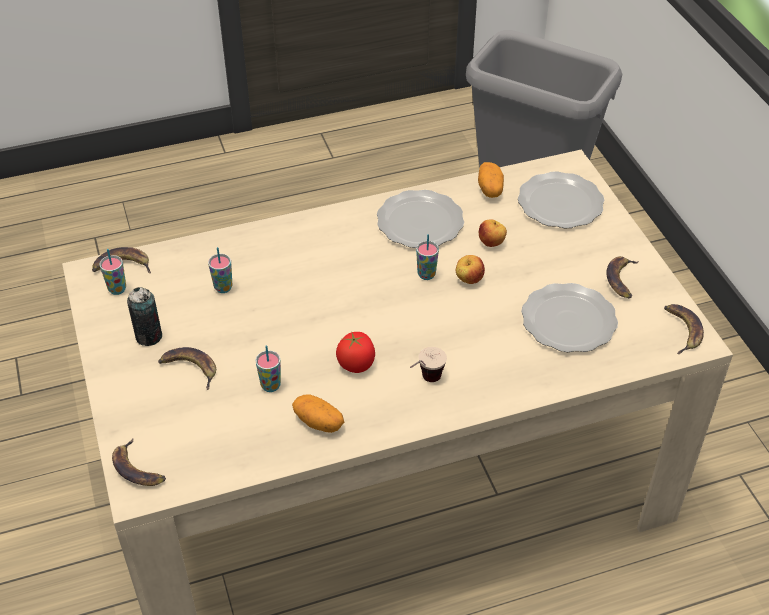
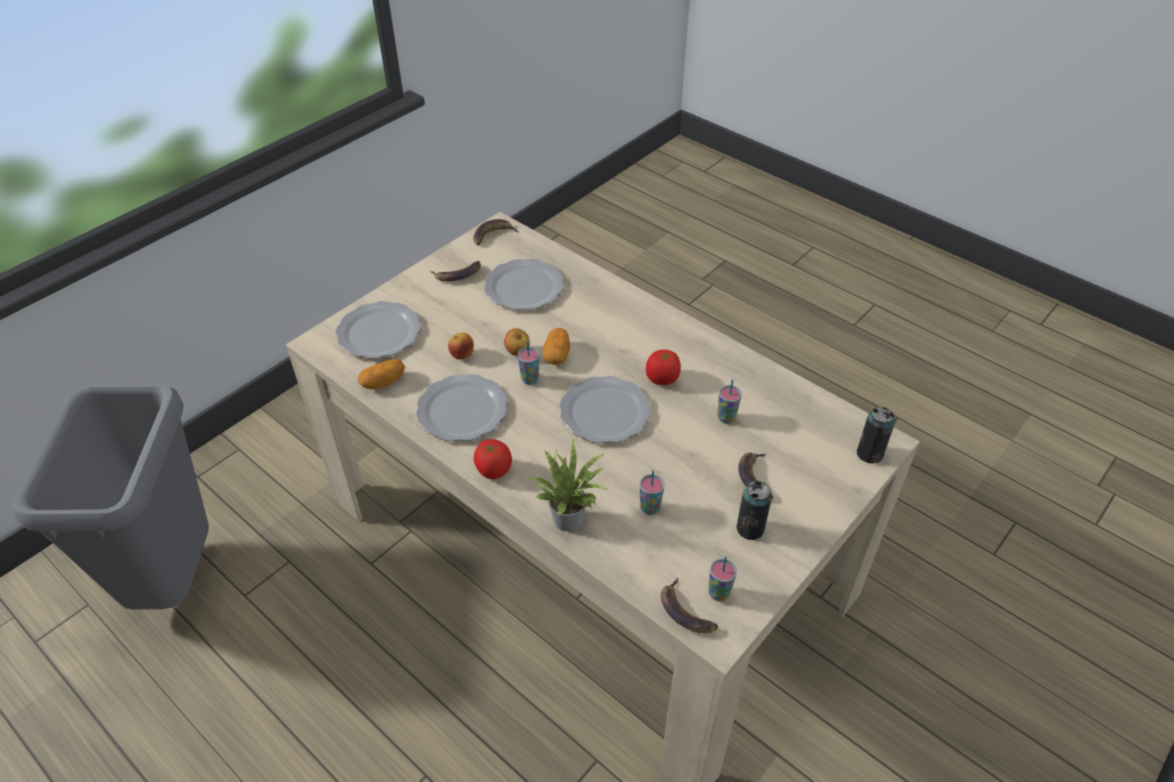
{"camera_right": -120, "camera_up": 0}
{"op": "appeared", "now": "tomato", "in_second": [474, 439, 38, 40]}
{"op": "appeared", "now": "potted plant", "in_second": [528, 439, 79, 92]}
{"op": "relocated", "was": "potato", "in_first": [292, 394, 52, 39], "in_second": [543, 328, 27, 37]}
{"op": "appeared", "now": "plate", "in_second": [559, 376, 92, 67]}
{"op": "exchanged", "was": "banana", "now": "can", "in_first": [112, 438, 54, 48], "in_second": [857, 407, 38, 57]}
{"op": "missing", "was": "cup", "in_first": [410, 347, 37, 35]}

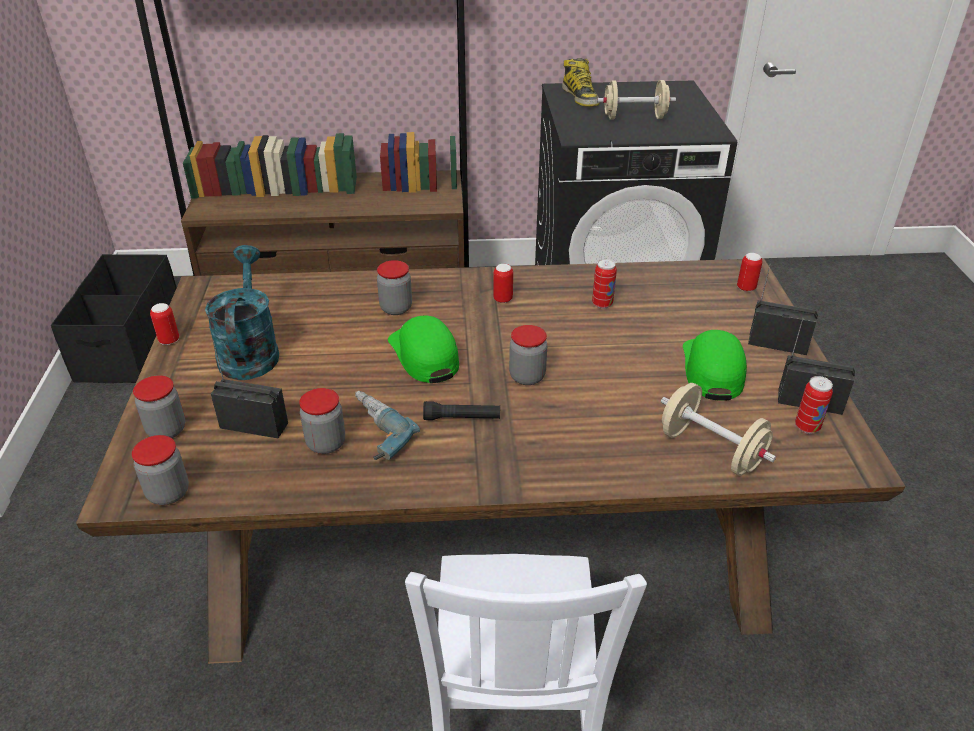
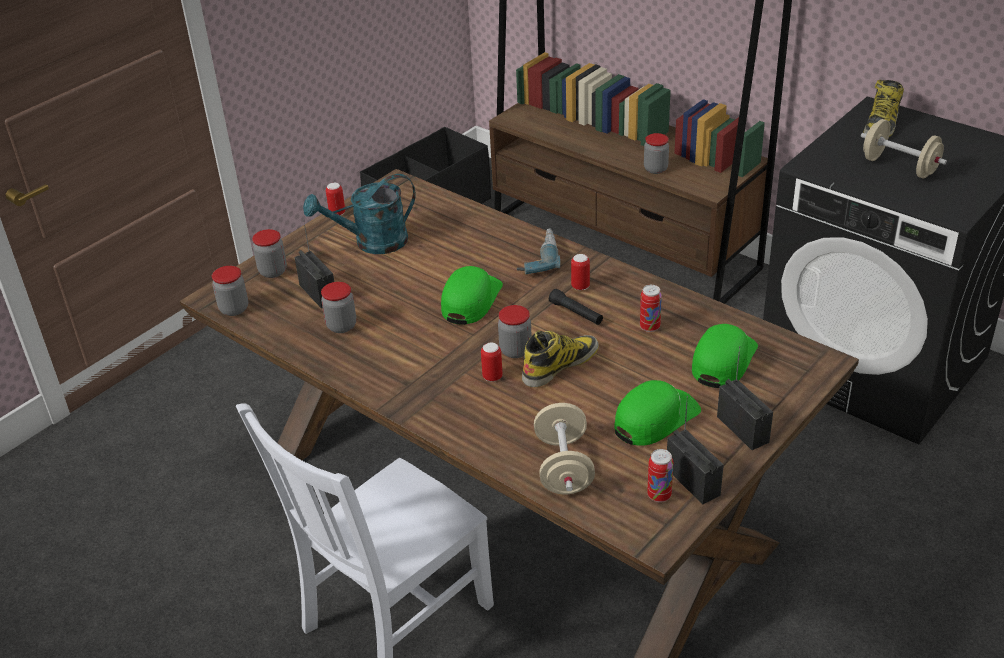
{"camera_right": 45, "camera_up": 0}
{"op": "spun", "was": "turquoise watering can", "in_first": [205, 245, 74, 135], "in_second": [303, 174, 113, 80], "clockwise": -150}
{"op": "relocated", "was": "can", "in_first": [737, 253, 25, 39], "in_second": [481, 343, 22, 39]}
{"op": "relocated", "was": "power drill", "in_first": [355, 391, 65, 69], "in_second": [517, 228, 43, 46]}
{"op": "appeared", "now": "boot", "in_second": [522, 330, 77, 57]}
{"op": "relocated", "was": "black flashlight", "in_first": [423, 401, 77, 19], "in_second": [549, 289, 54, 36]}
{"op": "relocated", "was": "jar", "in_first": [377, 260, 35, 55], "in_second": [644, 133, 25, 41]}
{"op": "appeared", "now": "green cap", "in_second": [692, 324, 66, 64]}

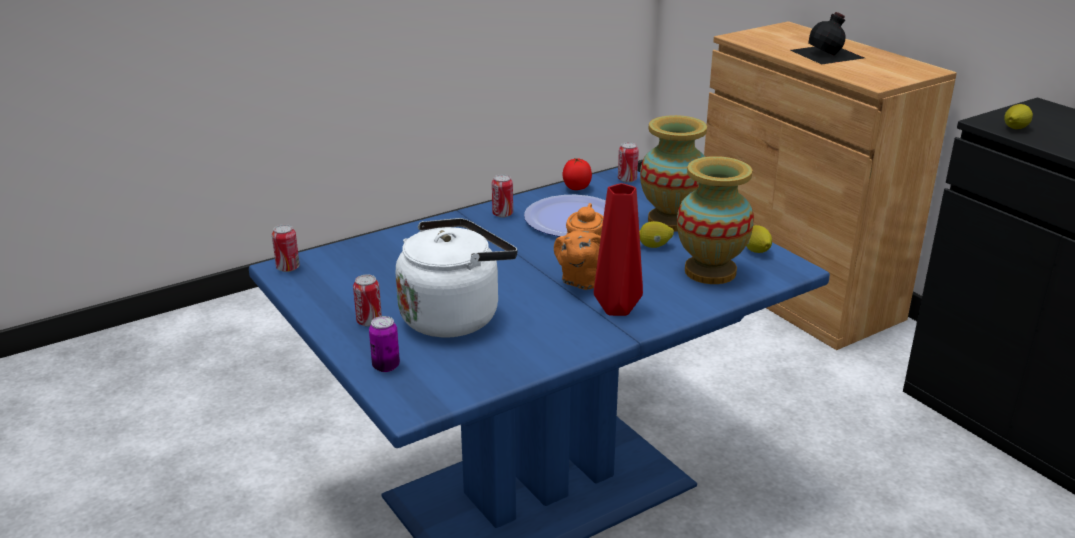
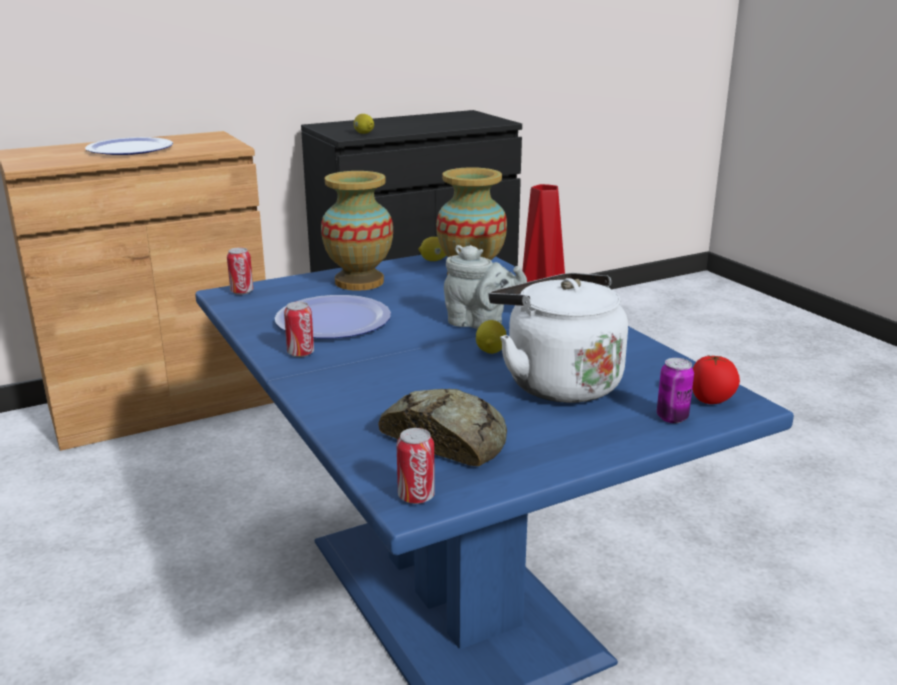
{"camera_right": -85, "camera_up": -5}
{"op": "exchanged", "was": "black bottle", "now": "plate", "in_first": [790, 12, 74, 52], "in_second": [85, 137, 88, 18]}
{"op": "appeared", "now": "bread", "in_second": [378, 389, 129, 77]}
{"op": "colour", "was": "orange teapot", "now": "grey teapot", "in_first": [554, 203, 50, 87], "in_second": [444, 245, 83, 84]}
{"op": "relocated", "was": "lemon", "in_first": [639, 221, 35, 27], "in_second": [476, 320, 31, 34]}
{"op": "relocated", "was": "tomato", "in_first": [562, 158, 30, 32], "in_second": [692, 355, 48, 49]}
{"op": "missing", "was": "can", "in_first": [353, 275, 29, 52]}

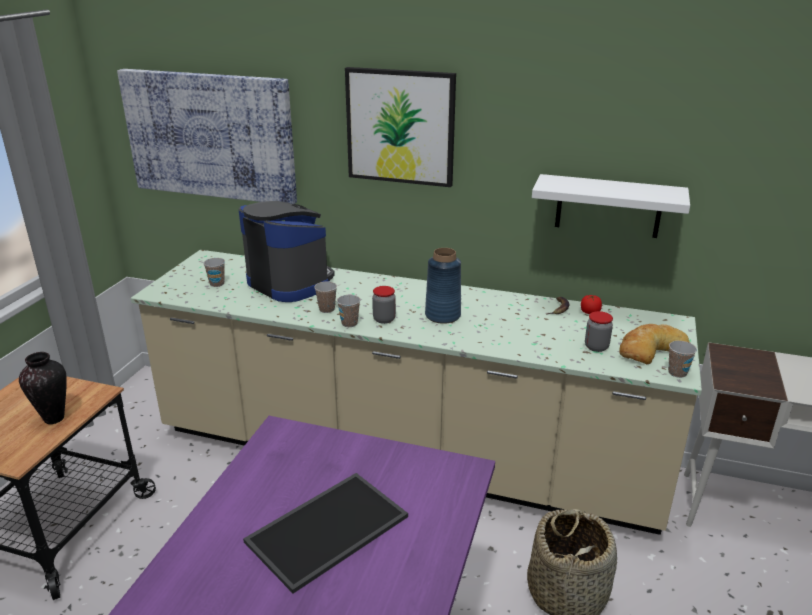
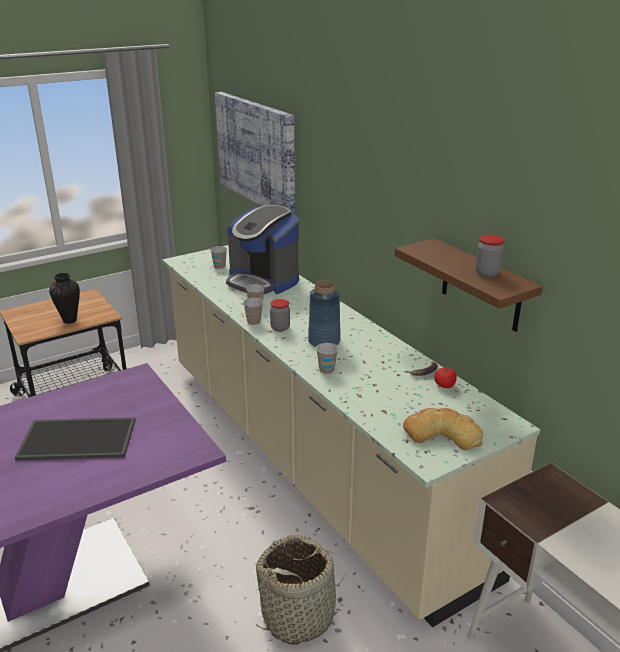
{"camera_right": 40, "camera_up": 0}
{"op": "spun", "was": "coffee machine", "in_first": [239, 201, 96, 101], "in_second": [226, 205, 73, 89], "clockwise": 135}
{"op": "relocated", "was": "cup", "in_first": [668, 341, 29, 37], "in_second": [316, 343, 22, 31]}
{"op": "colour", "was": "white shelf", "now": "brown shelf", "in_first": [532, 174, 158, 64], "in_second": [395, 238, 148, 94]}
{"op": "relocated", "was": "jar", "in_first": [585, 311, 28, 41], "in_second": [476, 235, 29, 42]}
{"op": "missing", "was": "picture", "in_first": [345, 67, 111, 120]}

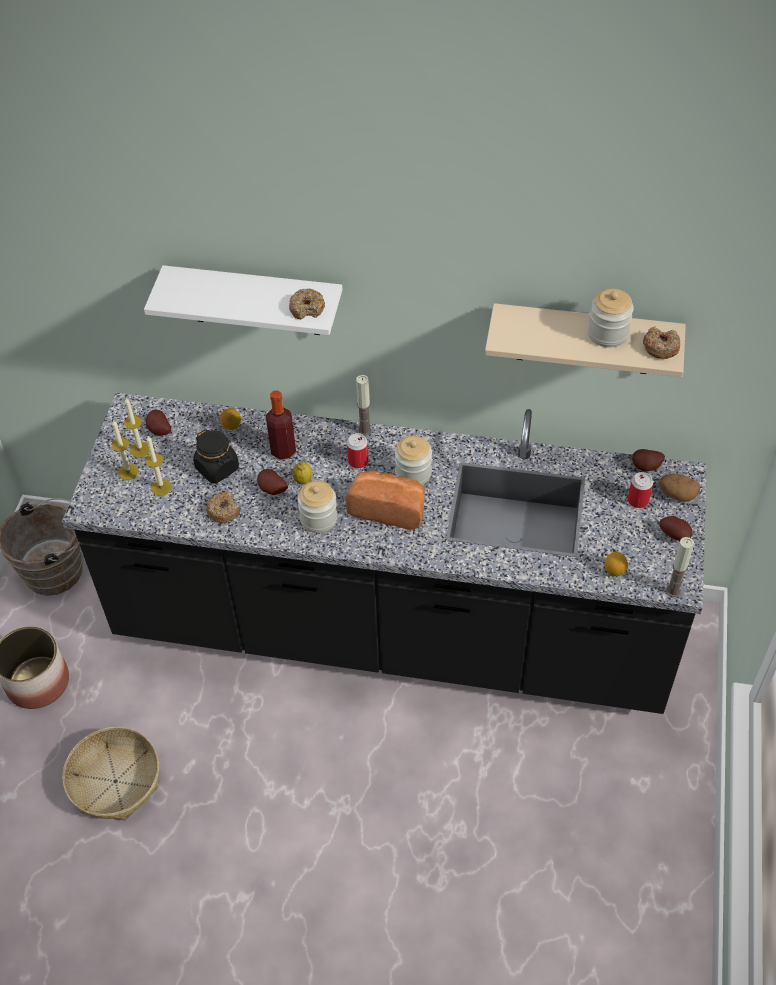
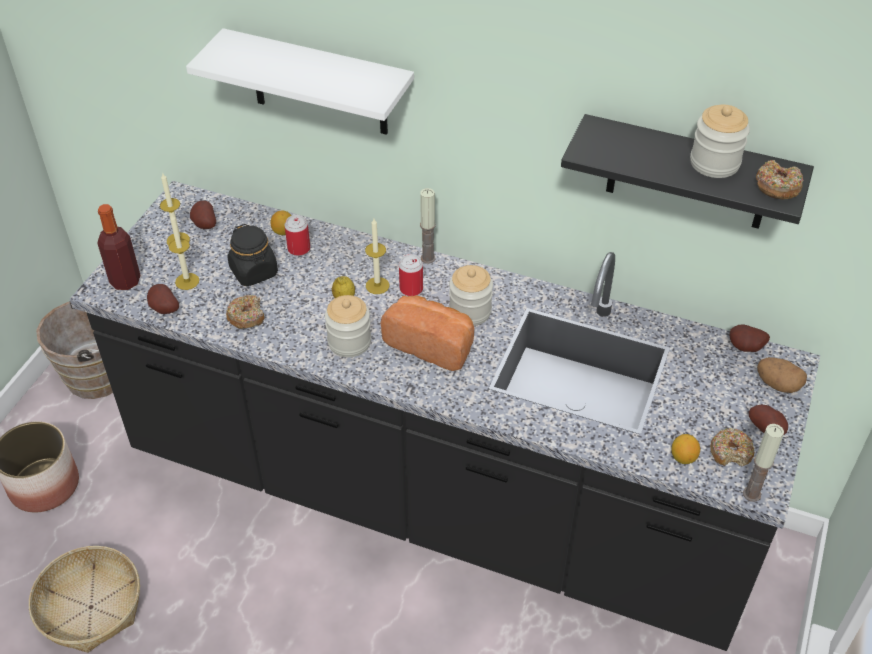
{"camera_right": 10, "camera_up": -5}
{"op": "relocated", "was": "bottle", "in_first": [266, 390, 30, 70], "in_second": [97, 204, 44, 86]}
{"op": "relocated", "was": "potato", "in_first": [257, 469, 31, 26], "in_second": [147, 284, 32, 30]}
{"op": "relocated", "was": "can", "in_first": [628, 472, 25, 36], "in_second": [285, 215, 25, 41]}
{"op": "relocated", "was": "candle", "in_first": [111, 420, 28, 60], "in_second": [365, 219, 25, 75]}
{"op": "colour", "was": "beige shelf", "now": "black shelf", "in_first": [485, 303, 201, 74], "in_second": [561, 114, 253, 115]}
{"op": "relocated", "was": "donut", "in_first": [289, 289, 36, 31], "in_second": [710, 428, 45, 39]}

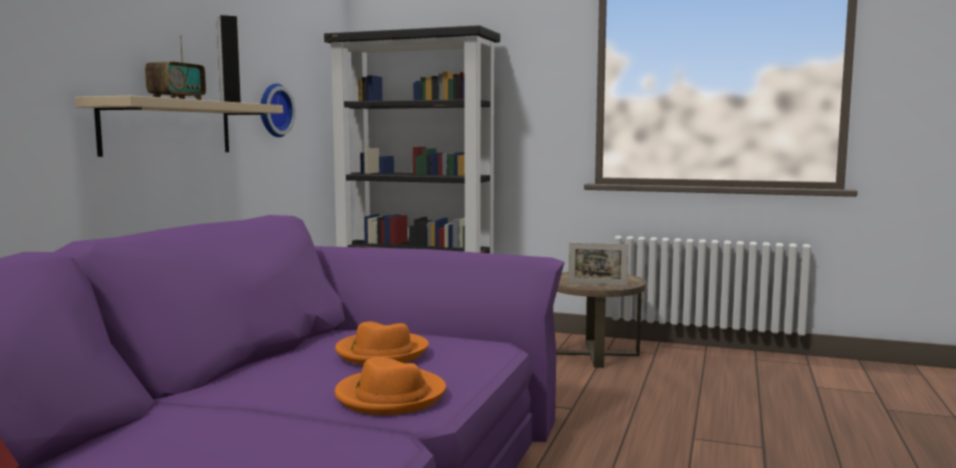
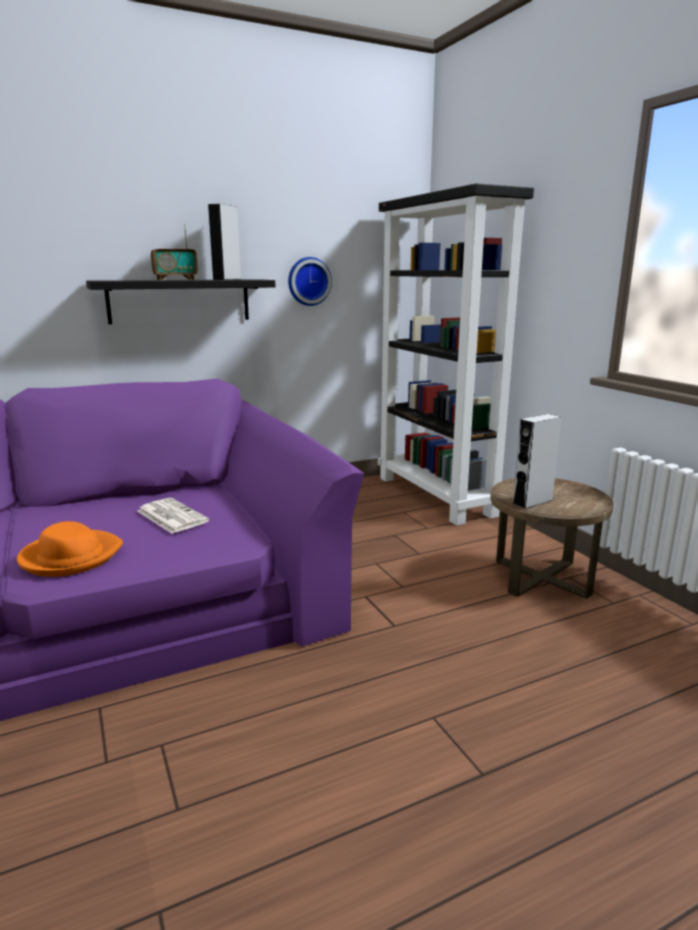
{"camera_right": 45, "camera_up": 10}
{"op": "colour", "was": "beige shelf", "now": "black shelf", "in_first": [75, 96, 208, 61], "in_second": [86, 279, 189, 45]}
{"op": "exchanged", "was": "orange hat", "now": "newspaper", "in_first": [335, 321, 94, 44], "in_second": [137, 498, 72, 35]}
{"op": "exchanged", "was": "picture frame", "now": "grey speaker", "in_first": [568, 242, 60, 44], "in_second": [513, 414, 49, 95]}

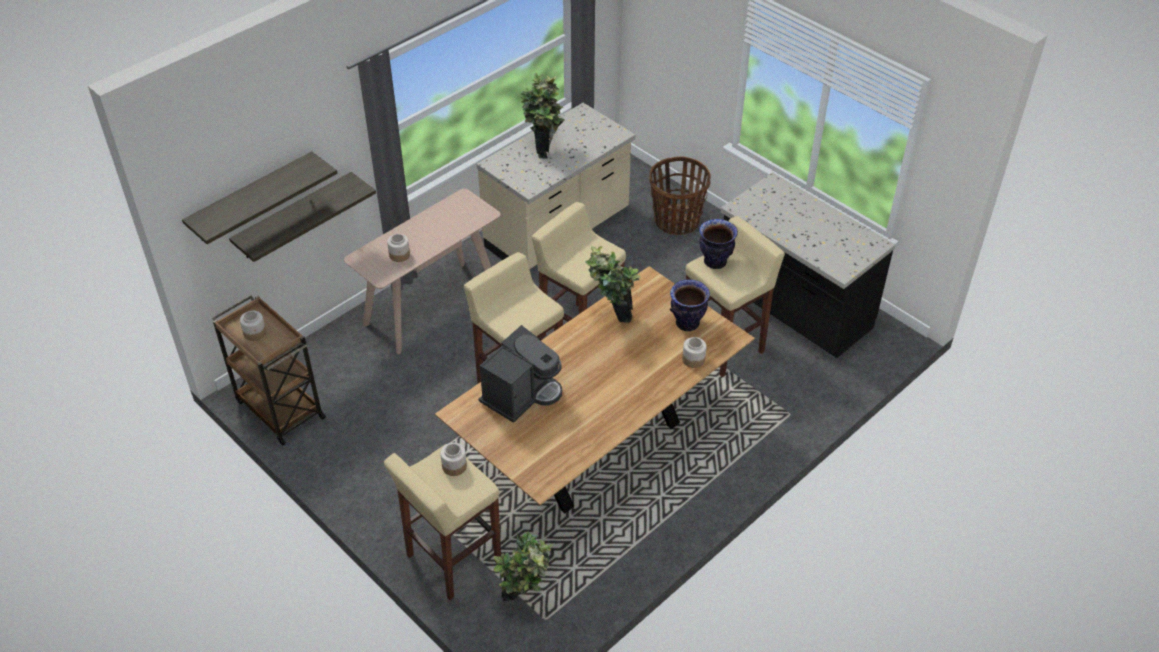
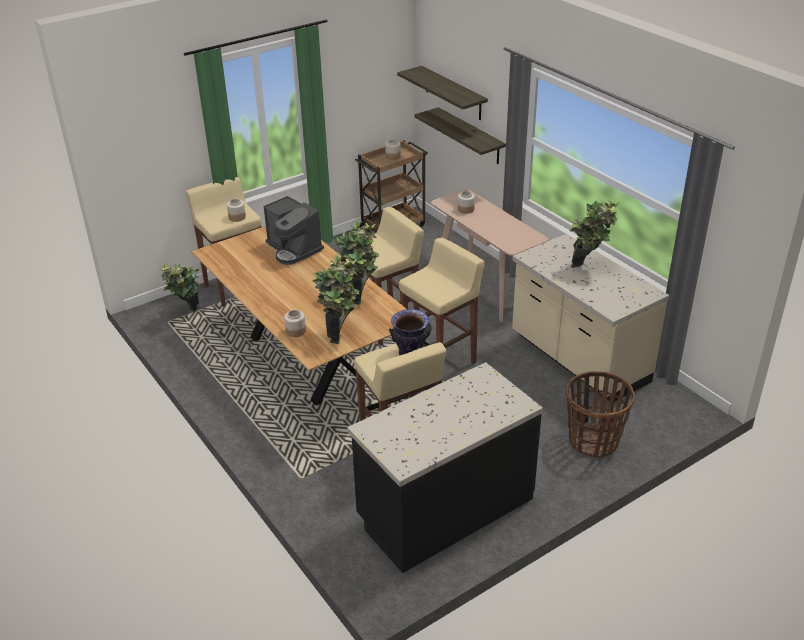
{"camera_right": 100, "camera_up": -10}
{"op": "exchanged", "was": "vase", "now": "potted plant", "in_first": [670, 279, 40, 52], "in_second": [312, 255, 47, 89]}

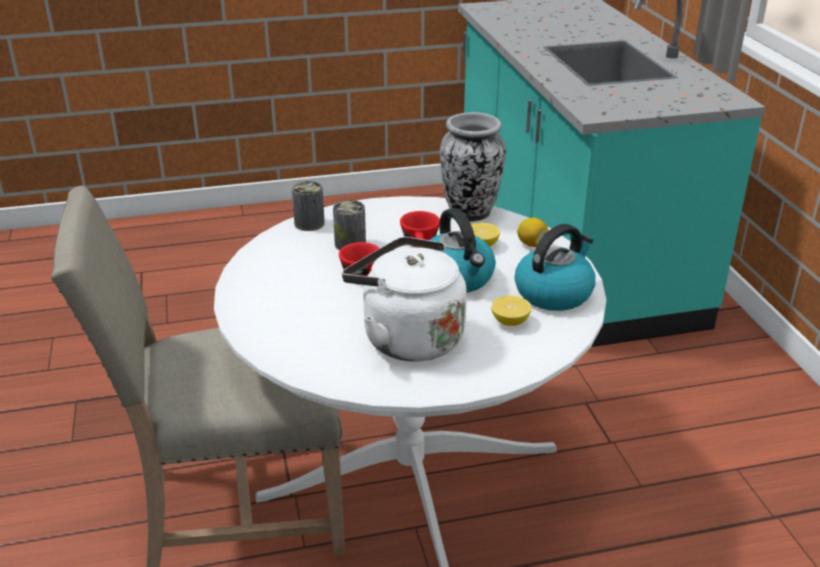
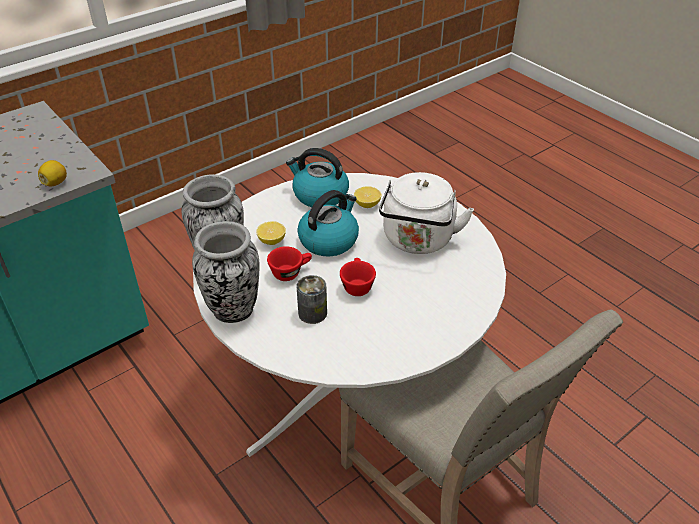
{"camera_right": -115, "camera_up": 10}
{"op": "relocated", "was": "lemon", "in_first": [517, 218, 32, 29], "in_second": [38, 160, 29, 26]}
{"op": "appeared", "now": "vase", "in_second": [192, 221, 67, 102]}
{"op": "missing", "was": "can", "in_first": [292, 181, 33, 50]}

